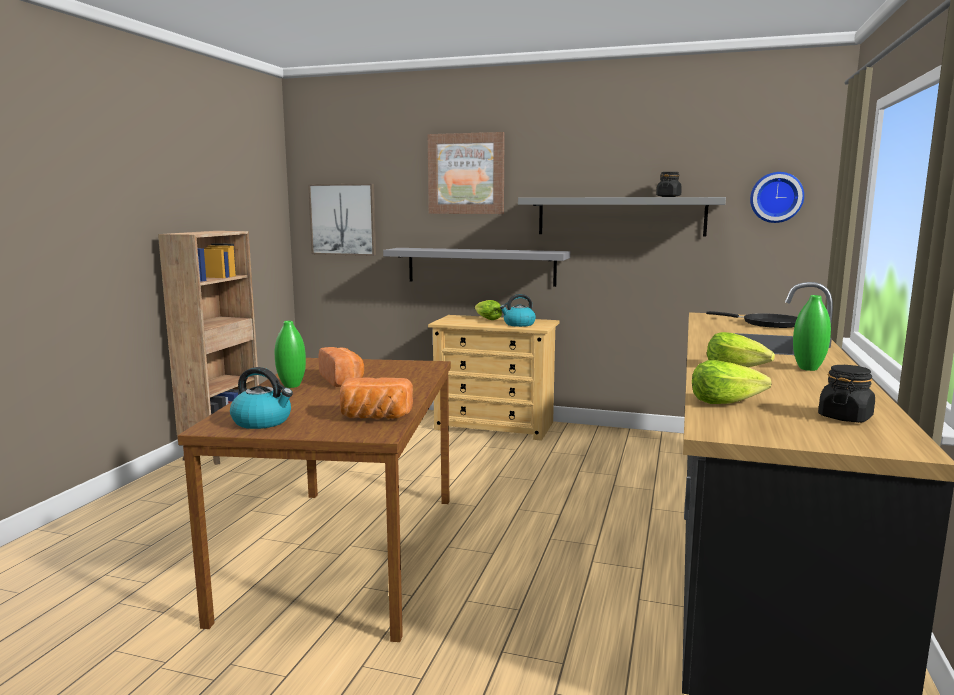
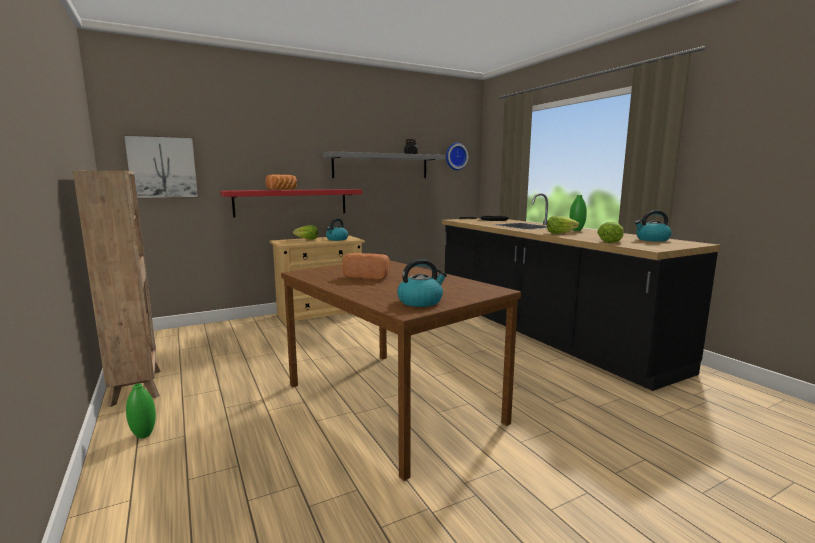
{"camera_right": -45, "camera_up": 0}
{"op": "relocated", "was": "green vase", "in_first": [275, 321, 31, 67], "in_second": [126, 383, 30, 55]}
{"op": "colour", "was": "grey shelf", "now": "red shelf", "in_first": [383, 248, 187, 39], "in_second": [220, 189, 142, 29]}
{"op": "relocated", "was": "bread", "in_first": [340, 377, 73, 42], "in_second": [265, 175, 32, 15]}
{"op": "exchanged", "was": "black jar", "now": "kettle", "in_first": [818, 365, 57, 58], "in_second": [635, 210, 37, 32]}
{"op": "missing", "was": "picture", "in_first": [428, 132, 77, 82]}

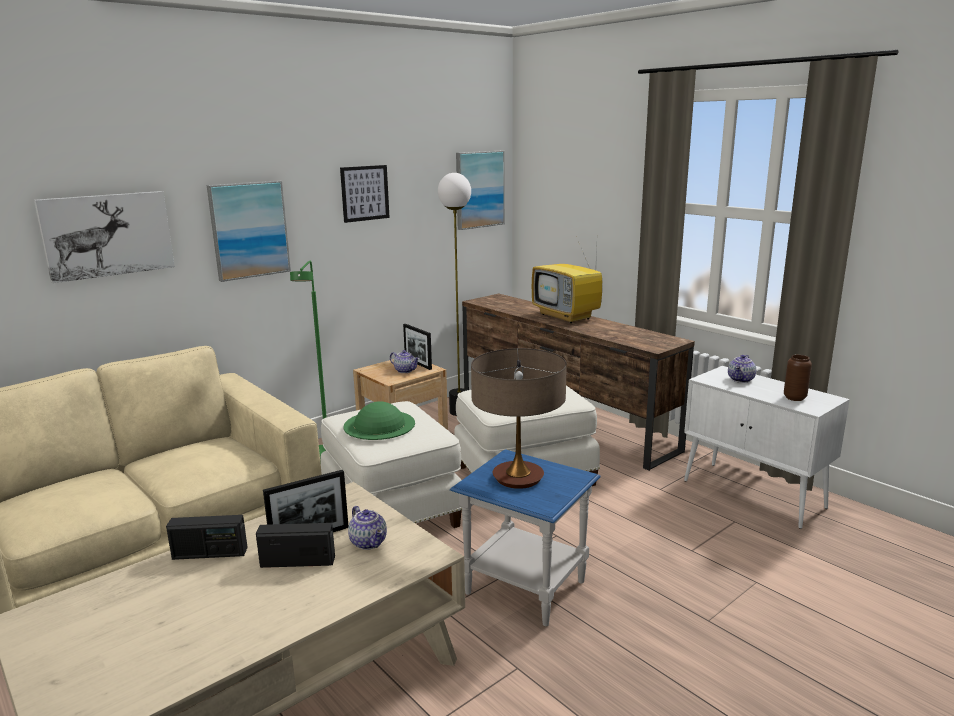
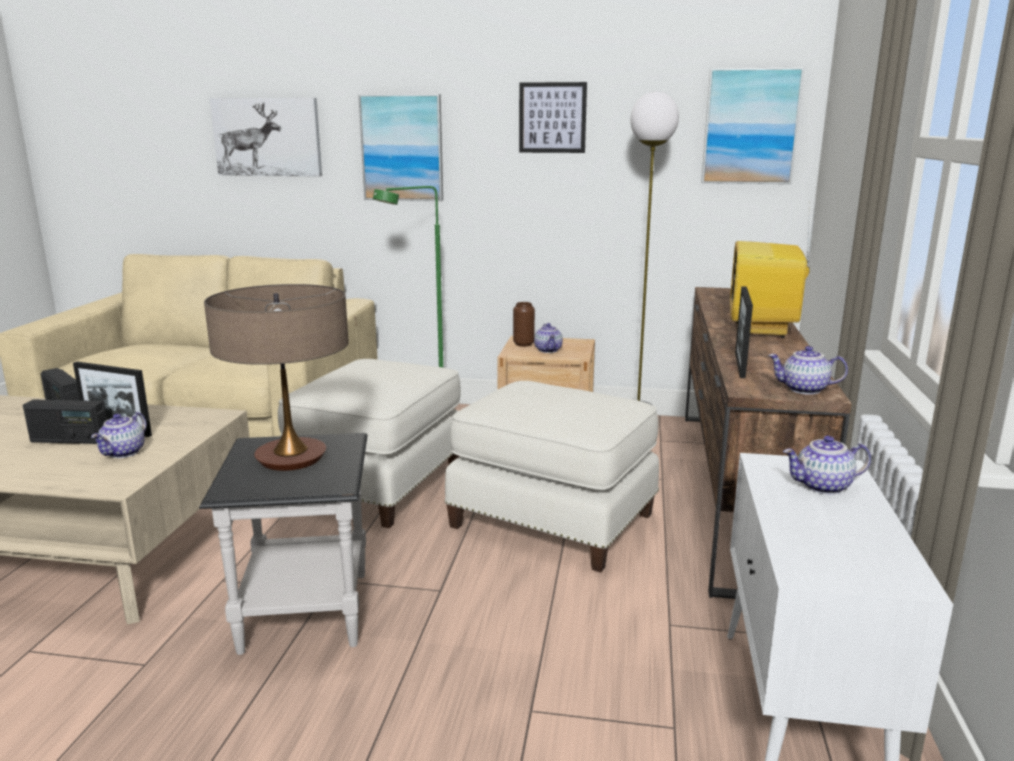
{"camera_right": 50, "camera_up": 0}
{"op": "spun", "was": "radio", "in_first": [256, 523, 79, 45], "in_second": [23, 399, 84, 45], "clockwise": 135}
{"op": "colour", "was": "blue side table", "now": "black side table", "in_first": [450, 449, 151, 177], "in_second": [199, 433, 169, 222]}
{"op": "relocated", "was": "brown vase", "in_first": [784, 355, 28, 46], "in_second": [513, 302, 22, 45]}
{"op": "relocated", "was": "picture frame", "in_first": [403, 324, 29, 46], "in_second": [735, 286, 18, 92]}
{"op": "appeared", "now": "teapot", "in_second": [768, 346, 80, 49]}
{"op": "missing", "was": "green hat", "in_first": [344, 401, 71, 39]}

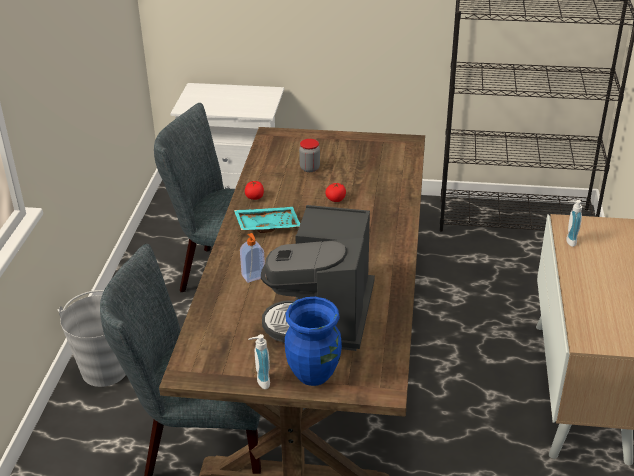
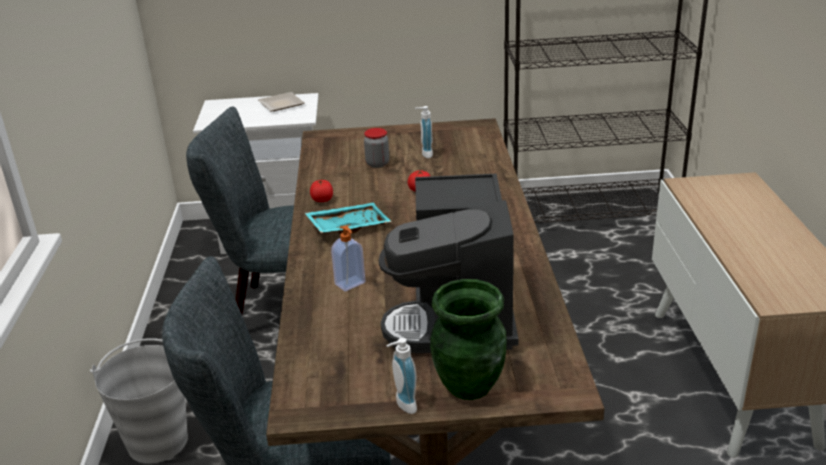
{"camera_right": -10, "camera_up": -5}
{"op": "appeared", "now": "plate", "in_second": [258, 92, 46, 19]}
{"op": "relocated", "was": "soap dispenser", "in_first": [566, 200, 16, 47], "in_second": [415, 106, 18, 52]}
{"op": "colour", "was": "blue vase", "now": "green vase", "in_first": [285, 297, 57, 89], "in_second": [430, 279, 77, 121]}

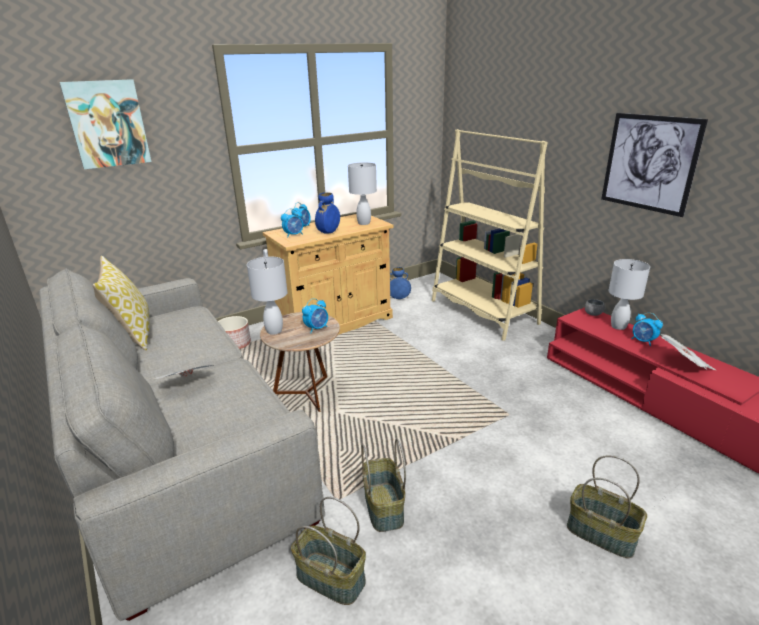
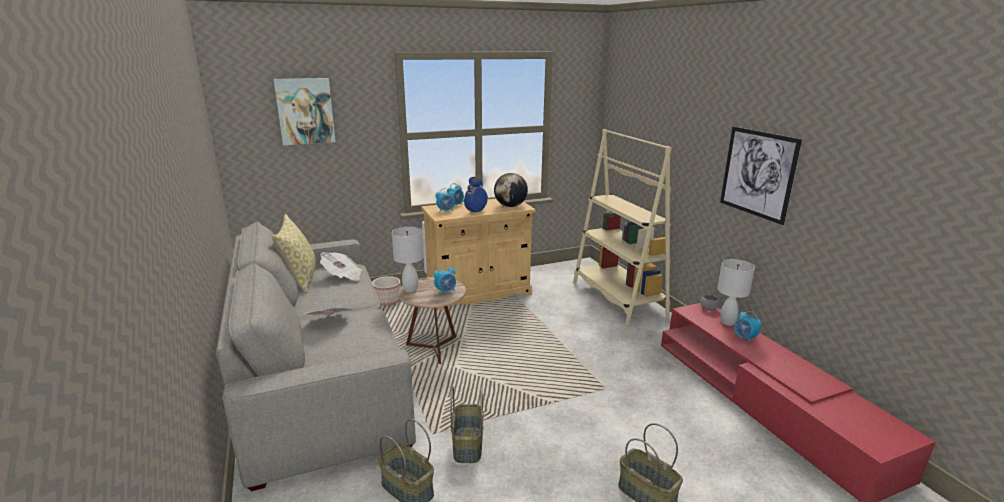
{"camera_right": 10, "camera_up": -5}
{"op": "relocated", "was": "newspaper", "in_first": [661, 334, 55, 36], "in_second": [320, 252, 42, 29]}
{"op": "exchanged", "was": "white table lamp", "now": "globe", "in_first": [348, 162, 29, 63], "in_second": [494, 173, 34, 34]}
{"op": "missing", "was": "blue vase", "in_first": [390, 267, 21, 32]}

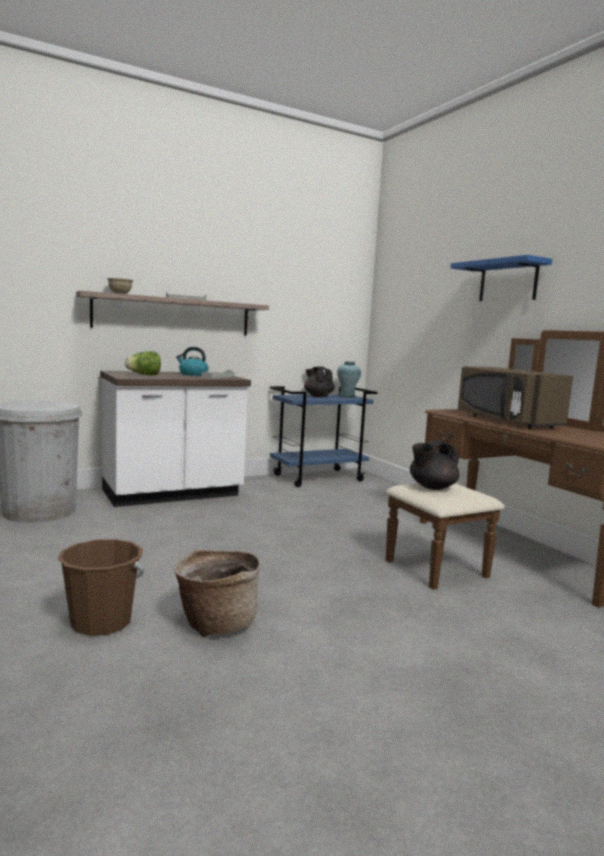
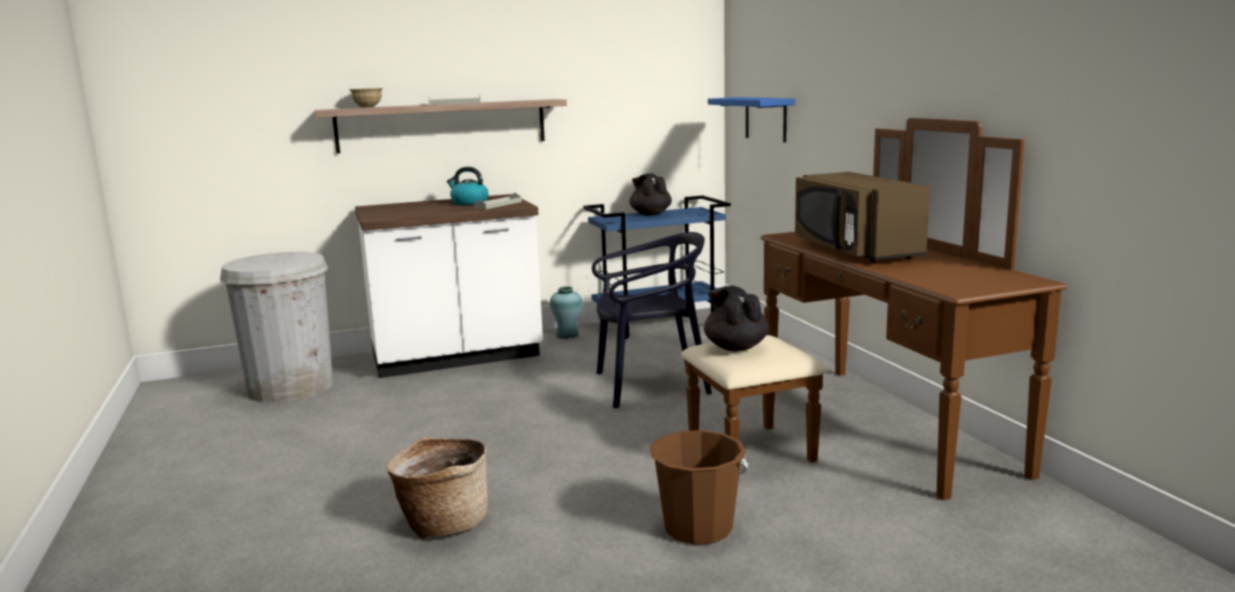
{"camera_right": 10, "camera_up": 5}
{"op": "relocated", "was": "turquoise vase", "in_first": [337, 361, 24, 37], "in_second": [550, 286, 33, 53]}
{"op": "appeared", "now": "black chair", "in_second": [592, 232, 120, 176]}
{"op": "relocated", "was": "brown bucket", "in_first": [58, 539, 86, 97], "in_second": [649, 430, 99, 115]}
{"op": "spun", "was": "black teapot", "in_first": [410, 440, 50, 50], "in_second": [704, 286, 65, 65], "clockwise": 90}
{"op": "relocated", "was": "blue shelf", "in_first": [450, 255, 102, 46], "in_second": [708, 97, 87, 46]}
{"op": "missing", "was": "lettuce", "in_first": [125, 351, 36, 24]}

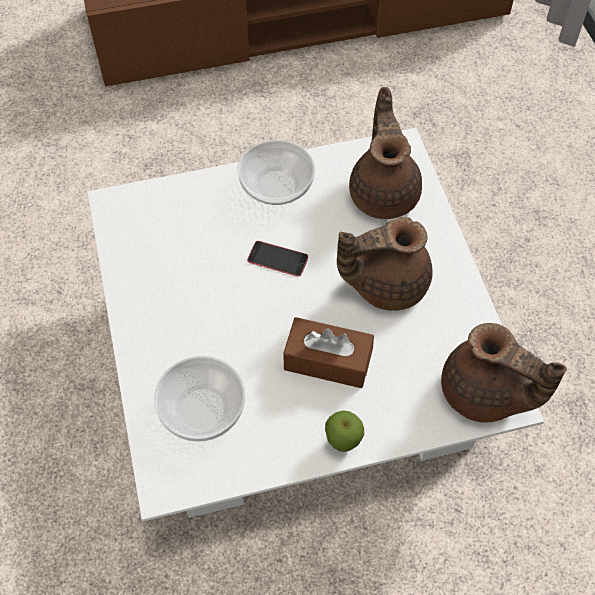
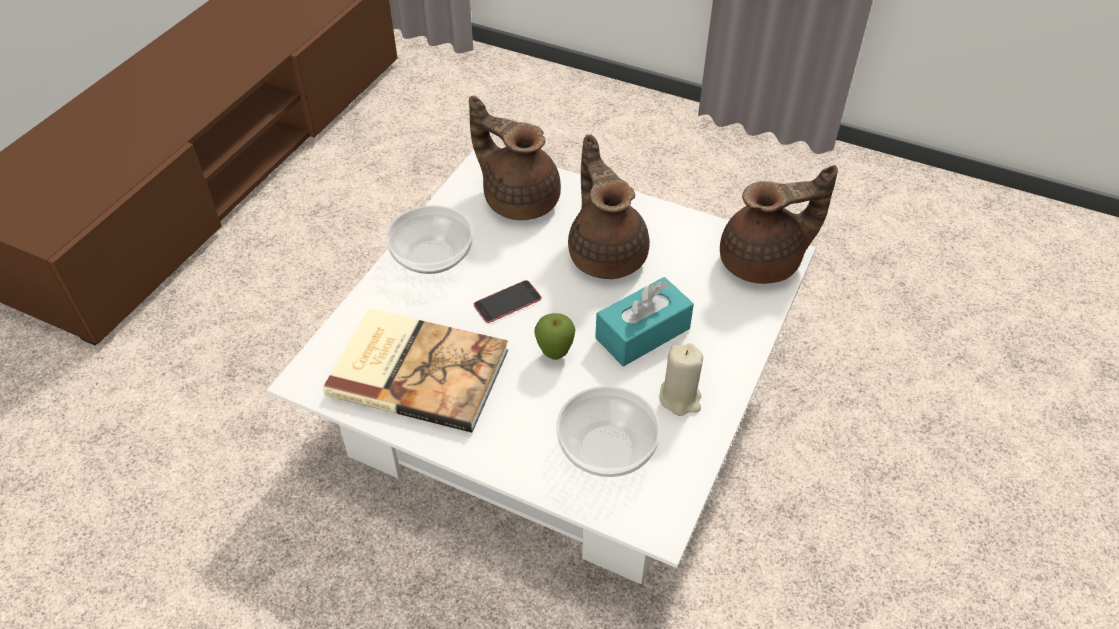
{"camera_right": -50, "camera_up": -10}
{"op": "appeared", "now": "book", "in_second": [323, 308, 185, 125]}
{"op": "relocated", "was": "apple", "in_first": [325, 410, 39, 42], "in_second": [534, 313, 42, 47]}
{"op": "spun", "was": "brown teapot", "in_first": [337, 217, 96, 94], "in_second": [568, 135, 82, 144], "clockwise": 135}
{"op": "colour", "was": "brown tissue box", "now": "turquoise tissue box", "in_first": [283, 317, 91, 71], "in_second": [595, 277, 99, 89]}
{"op": "appeared", "now": "beige candle", "in_second": [660, 343, 43, 73]}

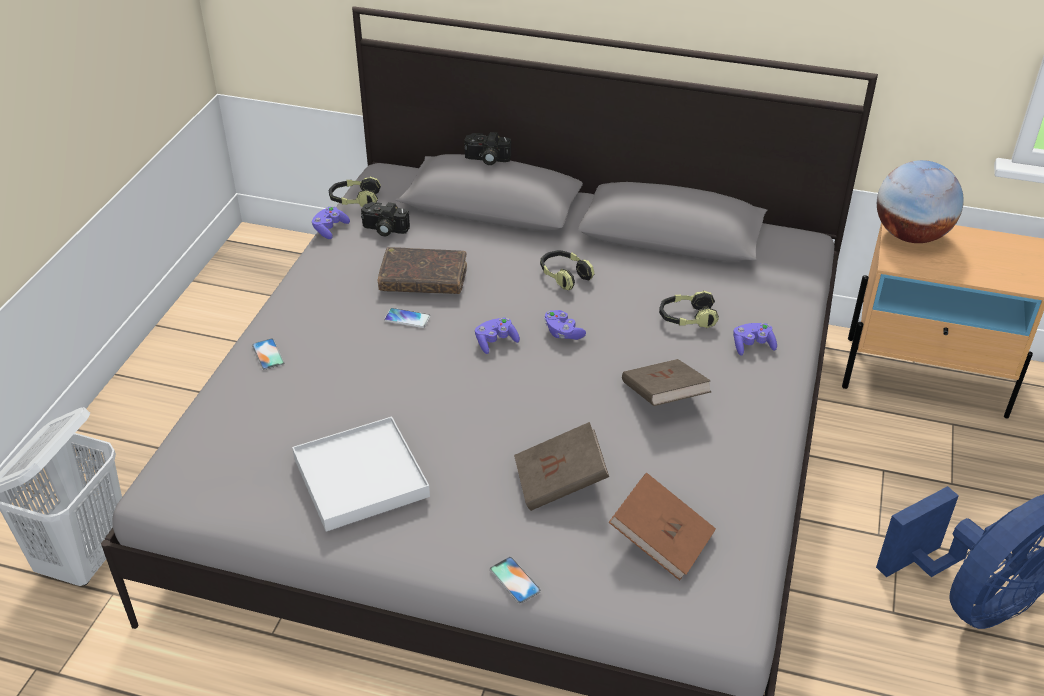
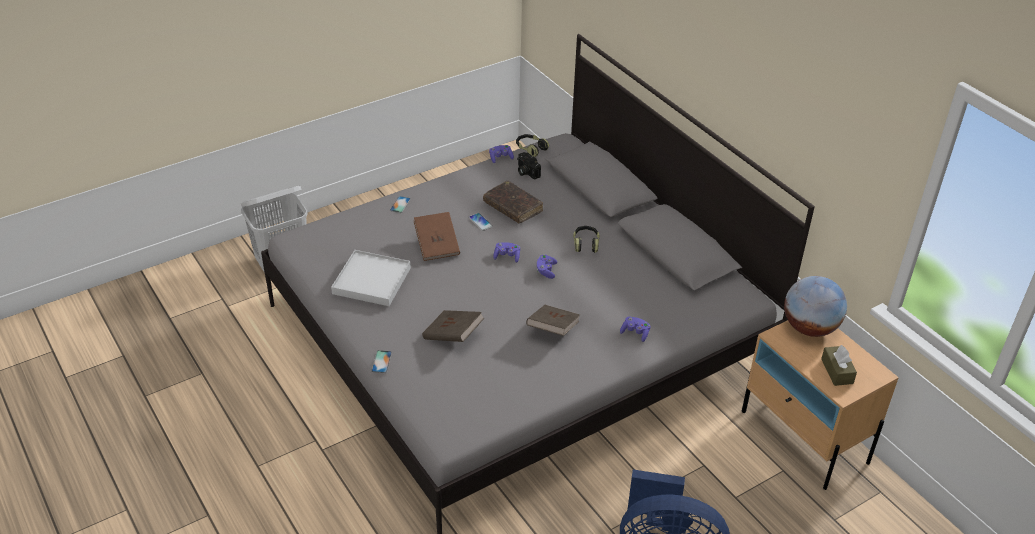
{"camera_right": 40, "camera_up": 0}
{"op": "relocated", "was": "brown book", "in_first": [609, 473, 107, 108], "in_second": [414, 212, 46, 49]}
{"op": "appeared", "now": "brown tissue box", "in_second": [821, 345, 36, 41]}
{"op": "missing", "was": "photo camera", "in_first": [464, 132, 47, 33]}
{"op": "missing", "was": "headphones", "in_first": [659, 291, 60, 37]}

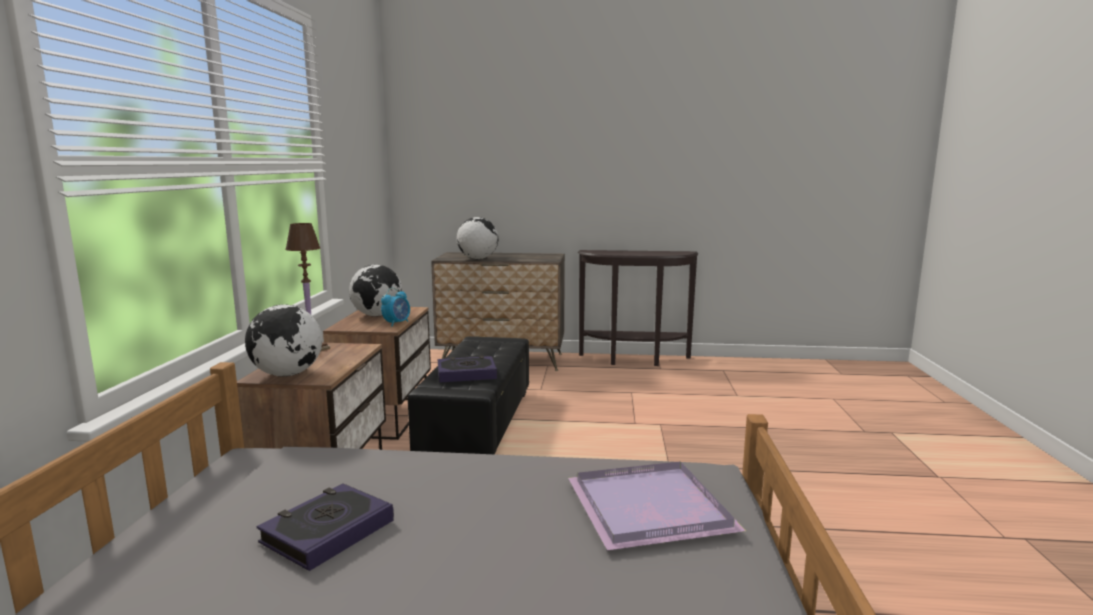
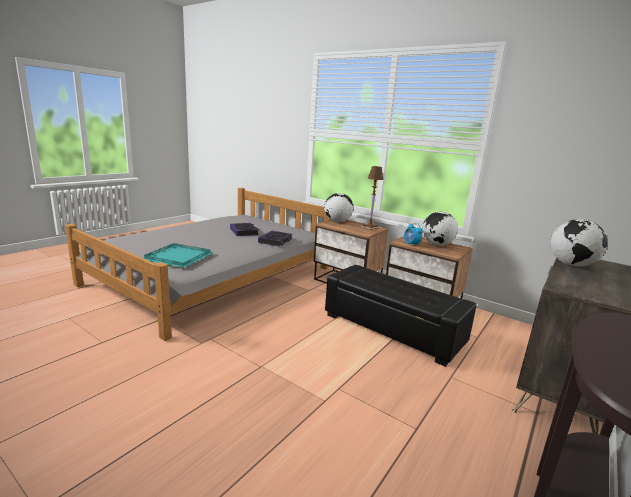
{"camera_right": 120, "camera_up": 5}
{"op": "colour", "was": "purple tray", "now": "turquoise tray", "in_first": [568, 461, 178, 89], "in_second": [143, 243, 71, 25]}
{"op": "relocated", "was": "book", "in_first": [438, 356, 59, 27], "in_second": [258, 231, 34, 16]}

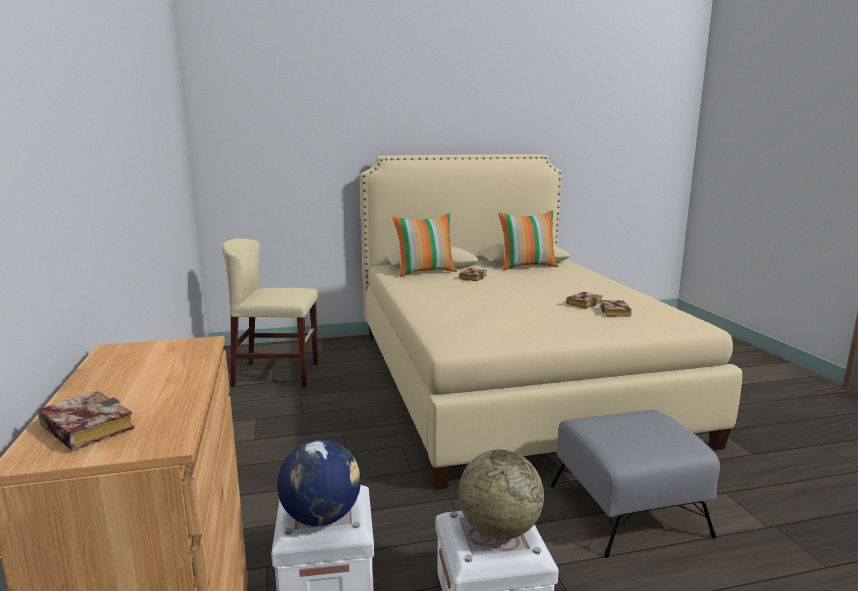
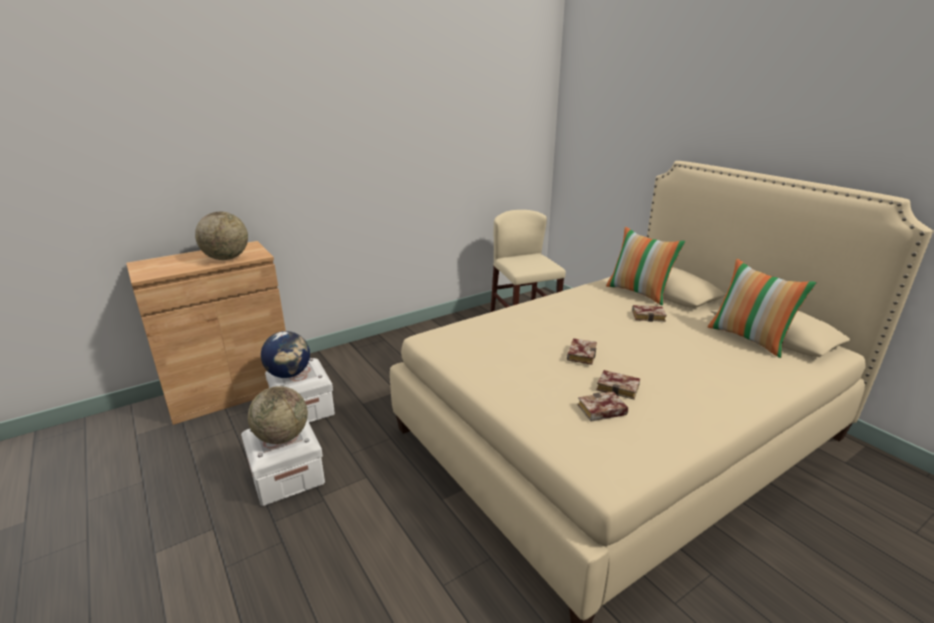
{"camera_right": 70, "camera_up": 10}
{"op": "appeared", "now": "globe", "in_second": [195, 212, 53, 48]}
{"op": "relocated", "was": "book", "in_first": [38, 391, 97, 60], "in_second": [567, 338, 30, 27]}
{"op": "missing", "was": "grey ottoman", "in_first": [550, 410, 170, 148]}

